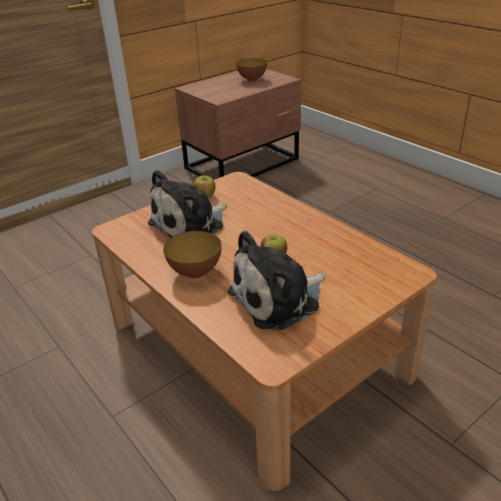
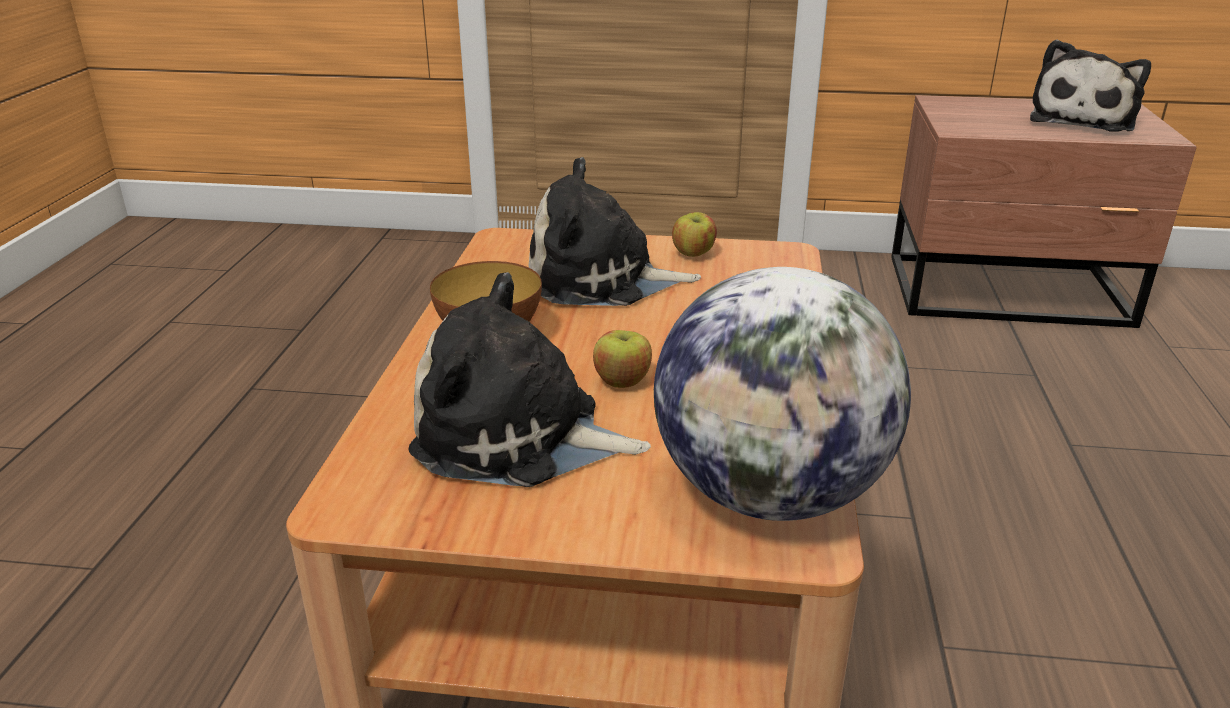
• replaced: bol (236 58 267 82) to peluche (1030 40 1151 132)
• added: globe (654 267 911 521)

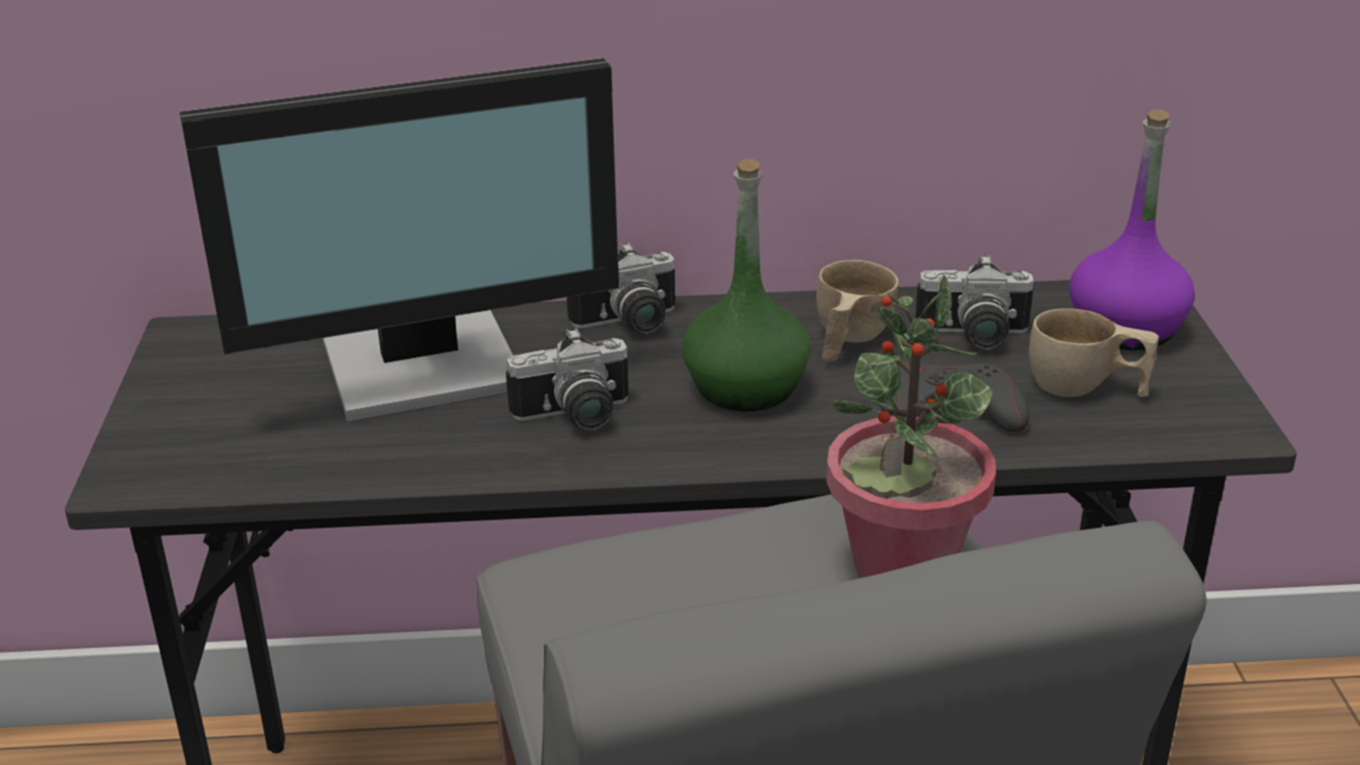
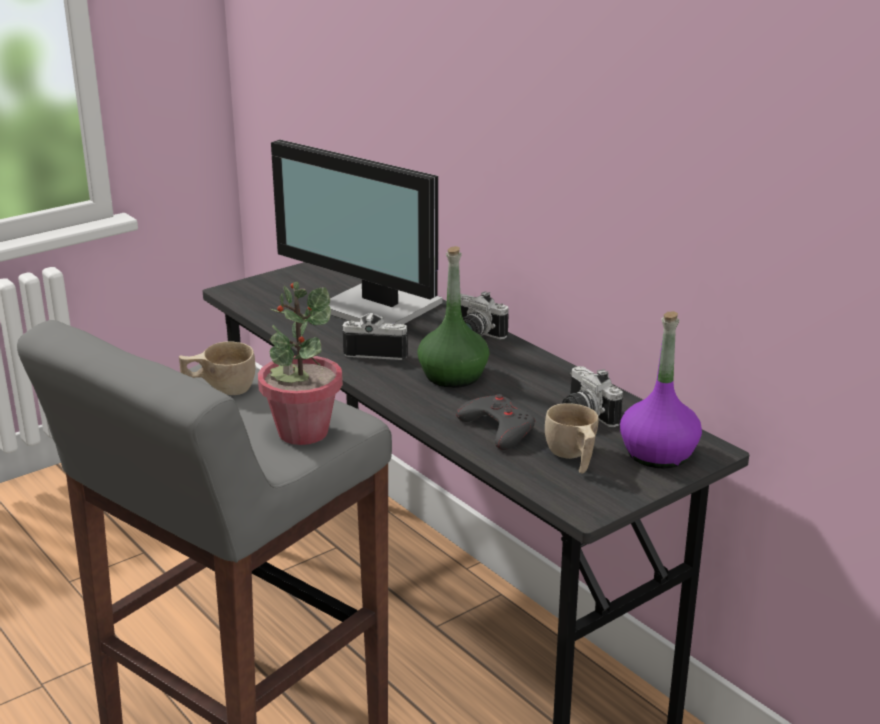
• moved: tasse [beige] (816 260 899 362) to (179 341 255 395)
• turned: appareil photo (506 328 629 430) = (342 313 408 360) 150 degrees clockwise

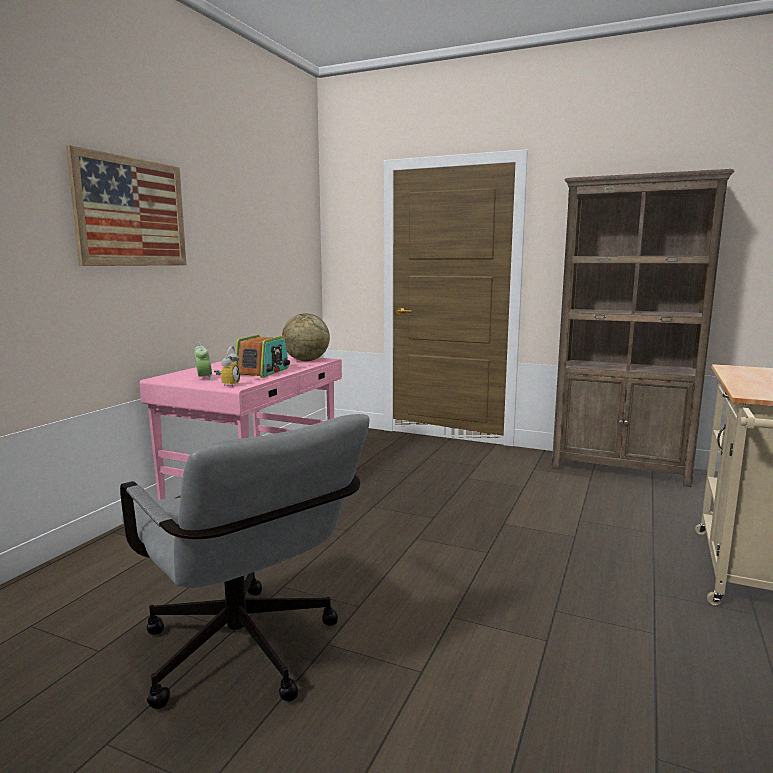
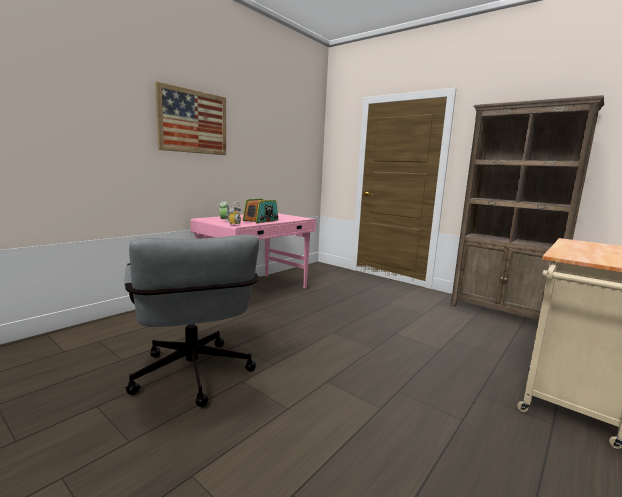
• removed: globe (282 313 330 361)

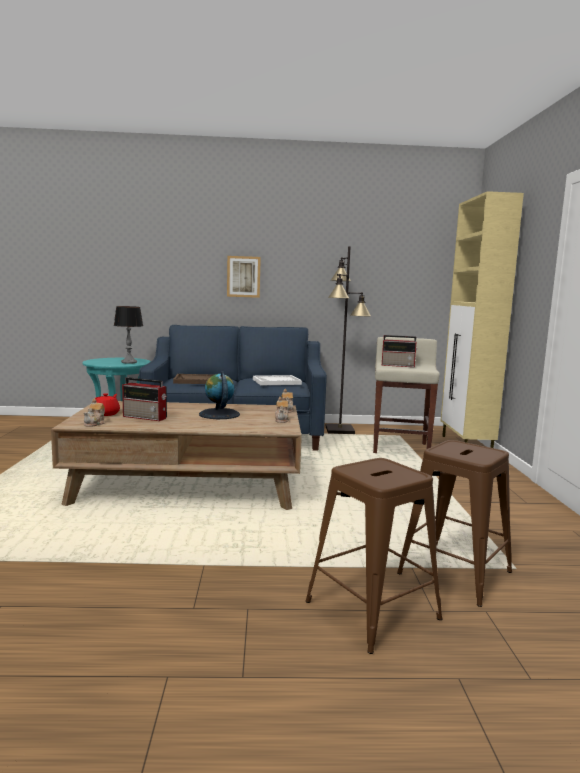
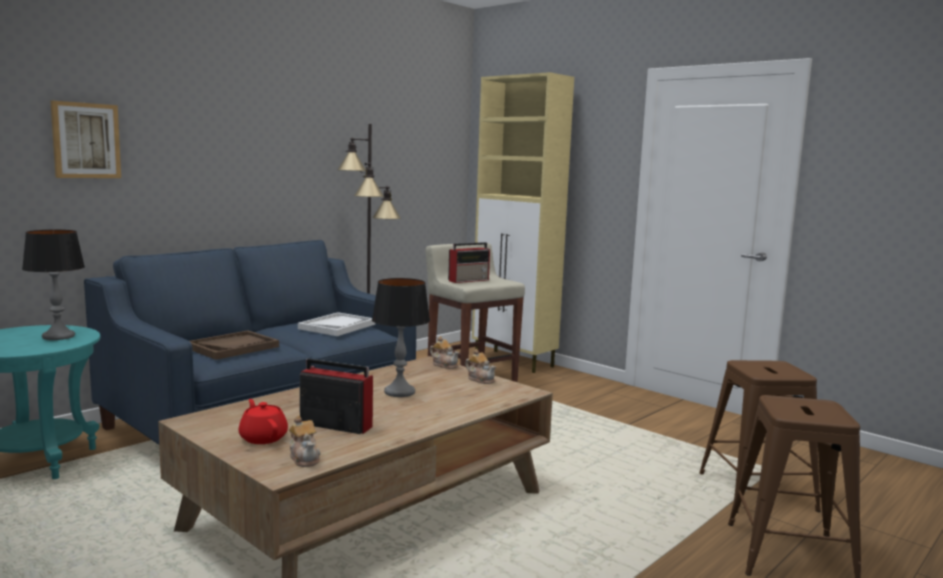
• moved: tableau (227 256 261 298) to (50 100 121 178)
• replaced: globe (199 371 240 419) to lampe de table (372 278 430 397)
• turned: radio (122 377 167 421) = (300 359 373 434) 135 degrees counterclockwise

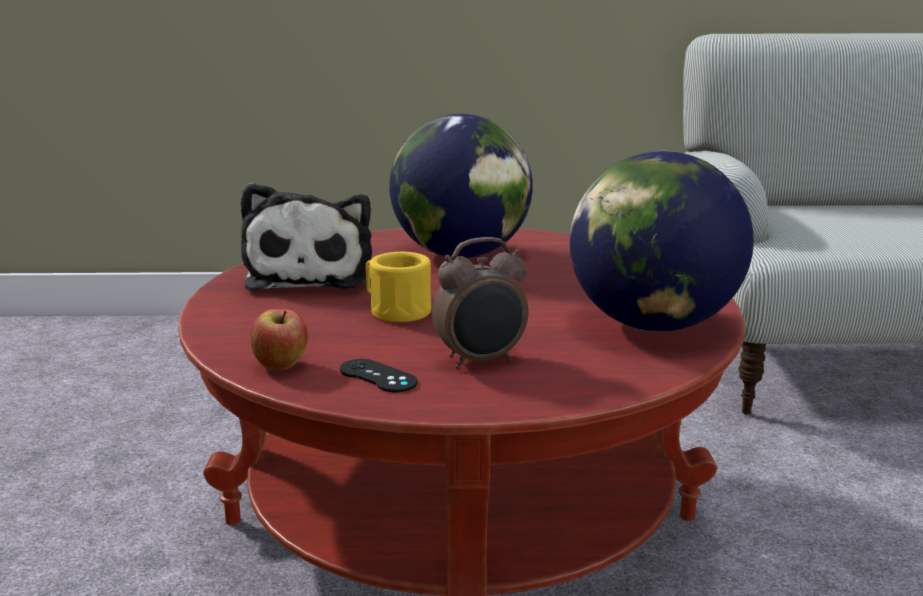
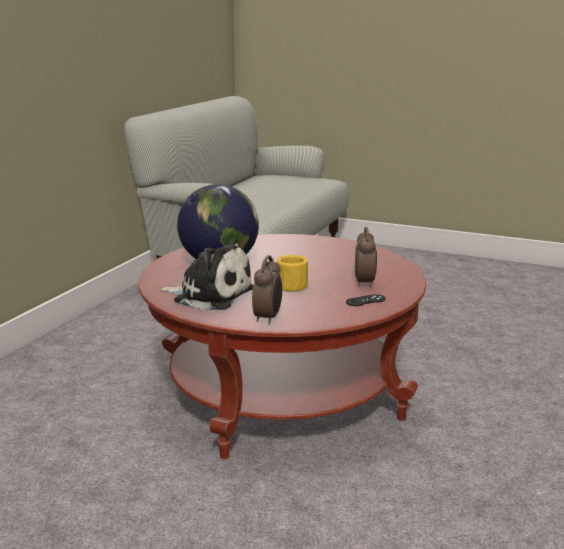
• removed: globe (570 151 754 332)
• removed: pomme (250 309 308 370)
• added: réveil (252 255 282 325)

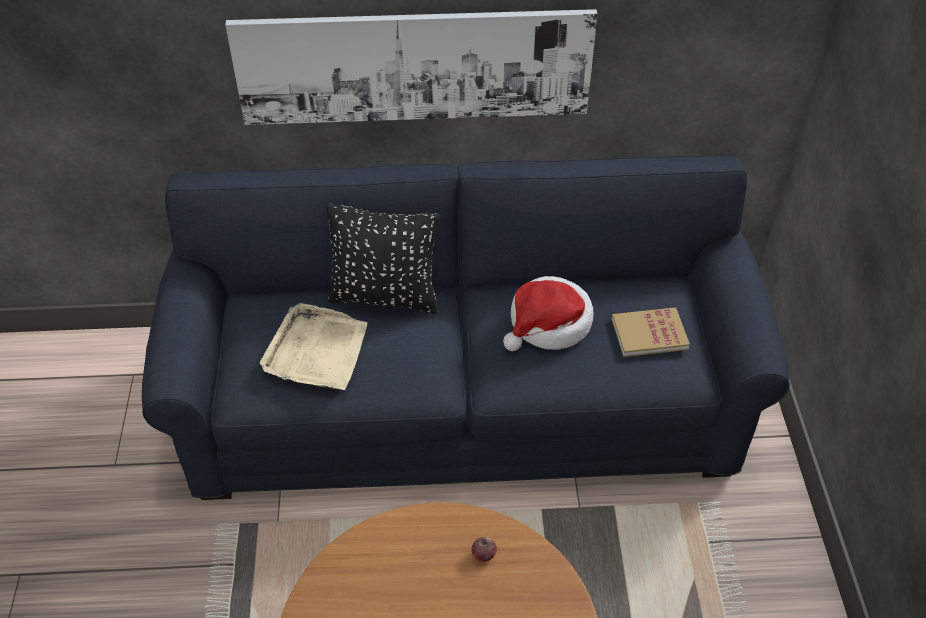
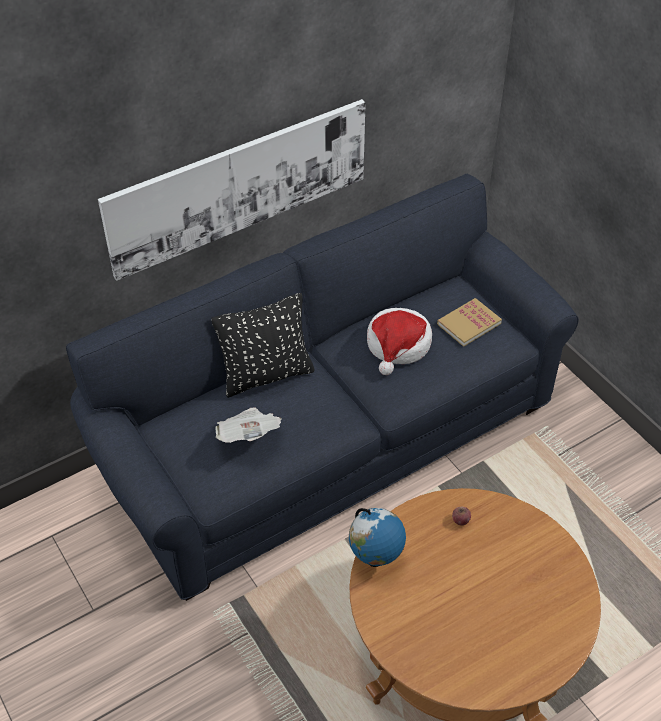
• replaced: plateau [beige] (260 303 368 390) to journal (215 407 282 443)
• added: globe (349 508 406 567)

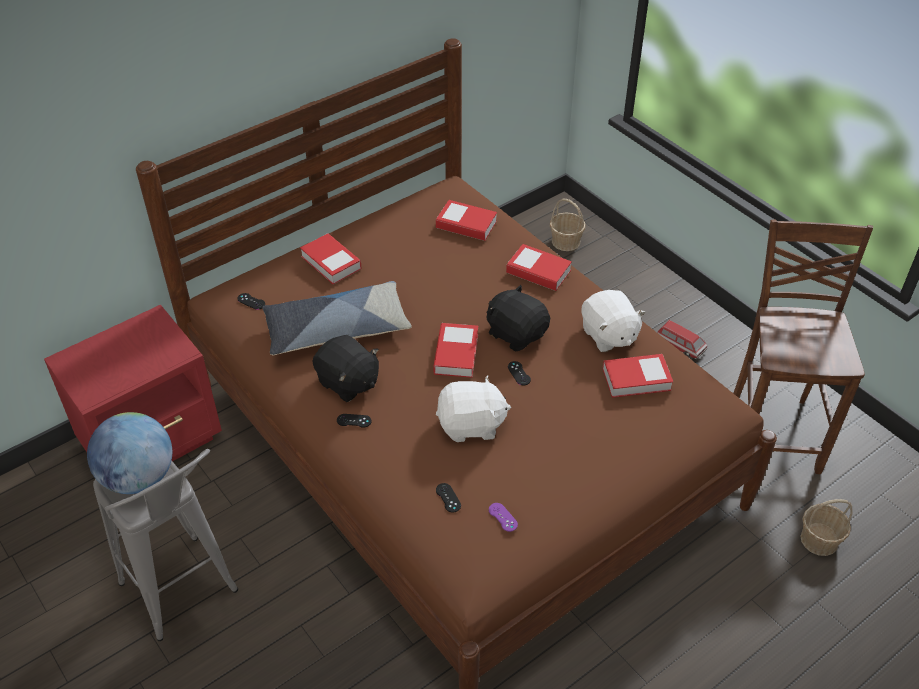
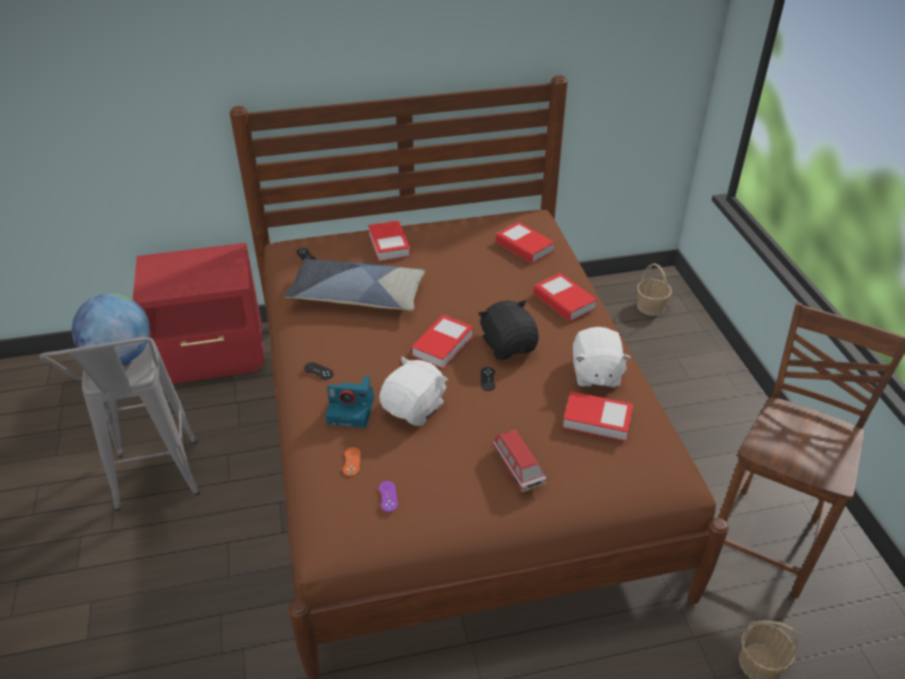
• moved: petite voiture (657 320 707 359) to (493 429 547 492)
• removed: peluche [noir] (312 335 379 402)
• turned: peluche [blanc] (436 375 511 442) = (379 357 448 426) 75 degrees counterclockwise
• recoloured: manette [noir] (436 483 461 513) to manette [orange] (343 447 361 476)
• added: appareil photo (326 376 374 428)

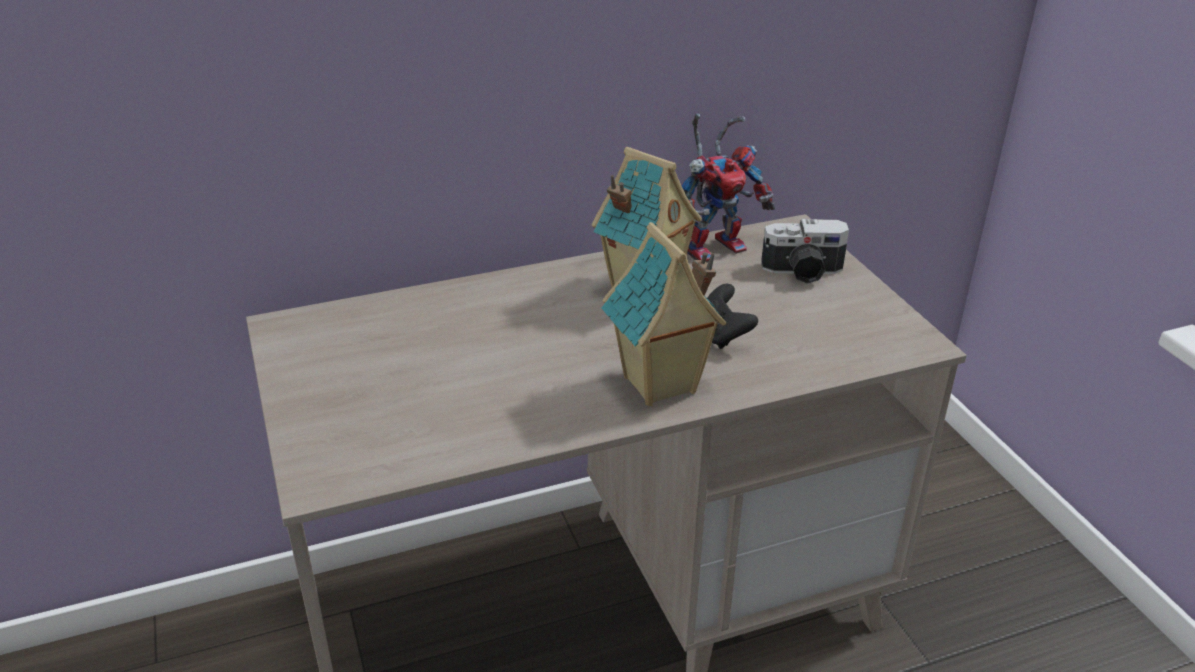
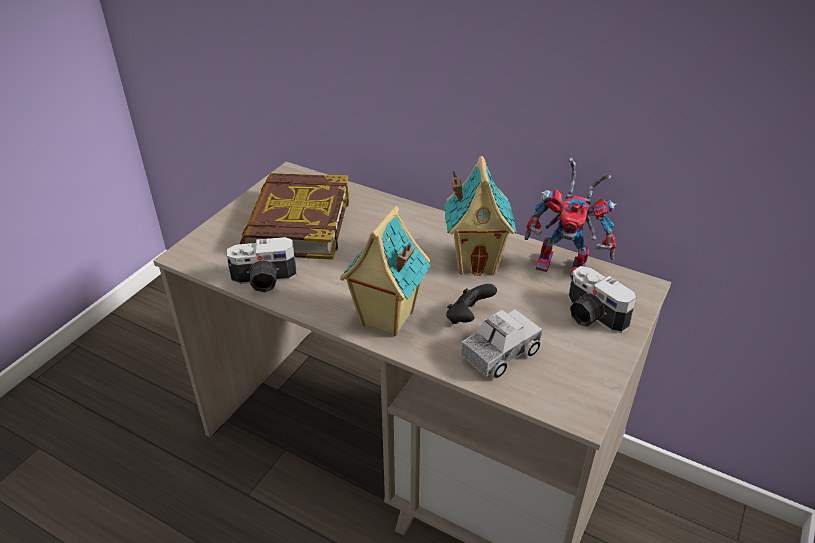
• added: livre (240 173 349 260)
• added: appareil photo (227 237 297 292)
• added: camion jouet (460 309 542 379)

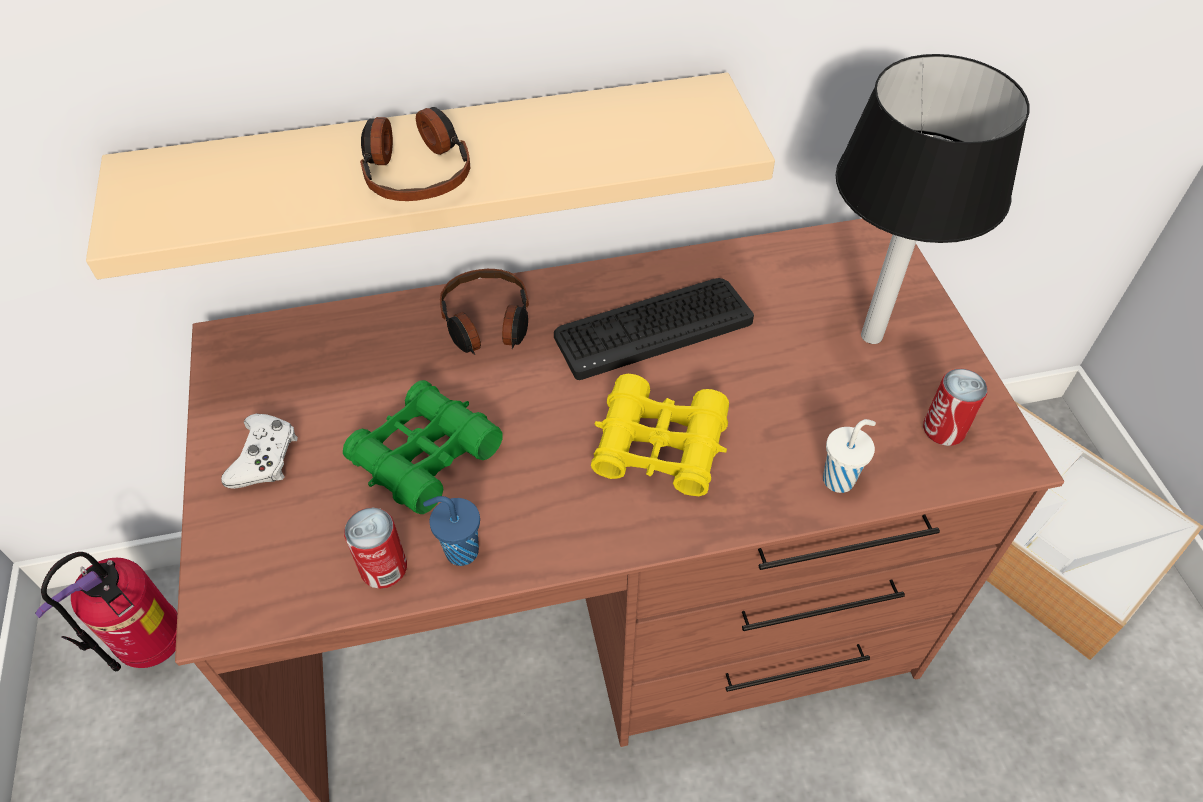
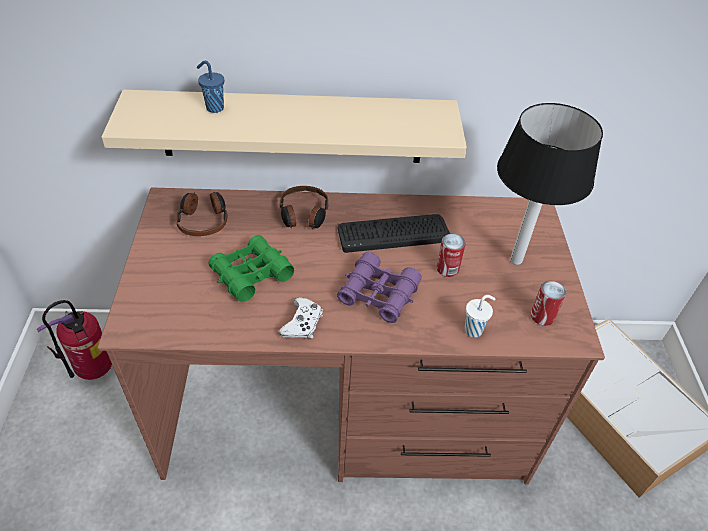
• moved: casque audio (360 107 470 201) to (176 192 227 236)
• recoloured: jumelles [jaune] (591 374 729 496) to jumelles [violet] (337 252 422 323)
• moved: manette [blanc] (221 414 298 489) to (279 297 323 338)
• moved: tasse [bleu] (423 496 480 566) to (197 61 224 113)
• moved: boîte métallique (344 508 407 589) to (437 234 465 277)

